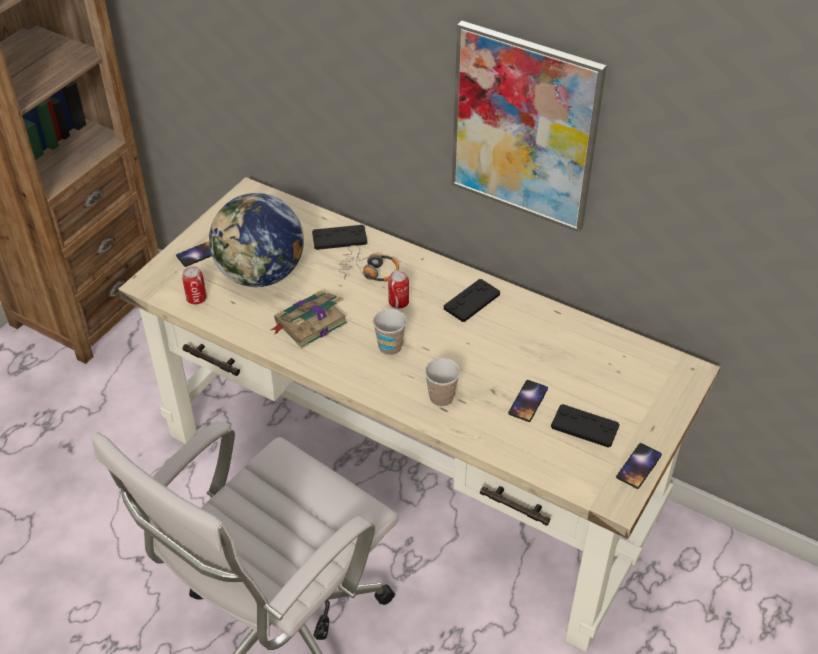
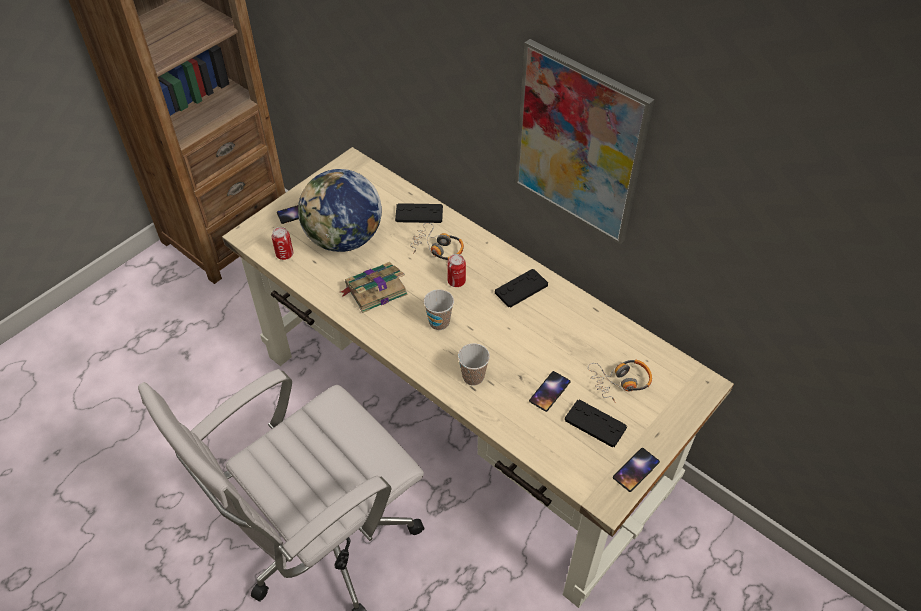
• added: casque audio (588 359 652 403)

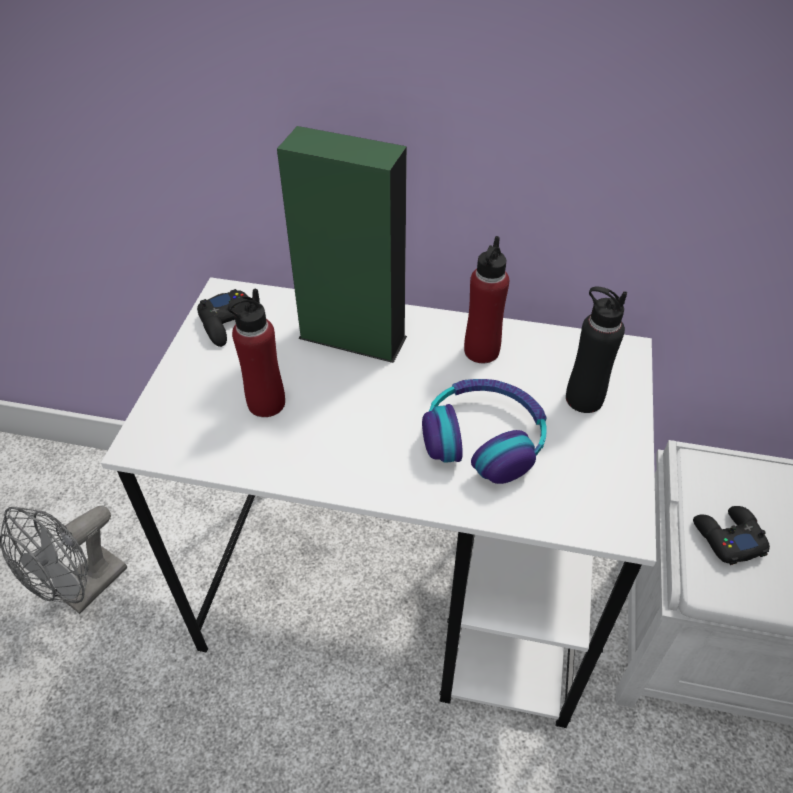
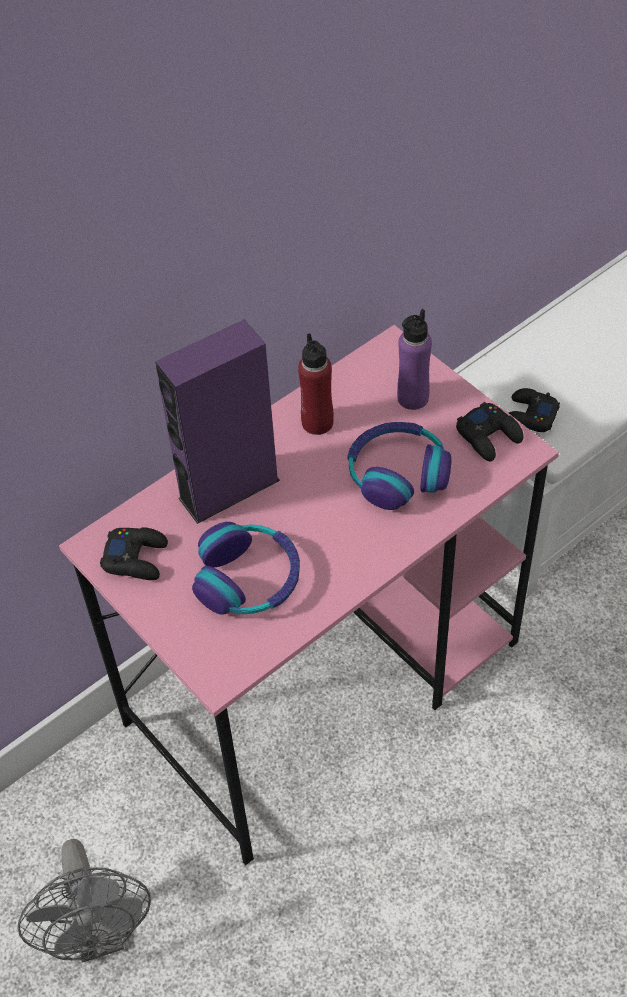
• recoloured: enceinte [vert] (277 126 407 363) to enceinte [violet] (155 320 280 524)
• recoloured: bureau [blanc] (101 277 656 728) to bureau [rose] (59 325 559 866)
• recoloured: bouteille [noir] (566 286 627 413) to bouteille [violet] (397 309 432 410)
• replaced: bouteille [rouge] (228 288 285 417) to casque audio (192 522 300 615)
• added: manette [noir] (456 402 524 461)

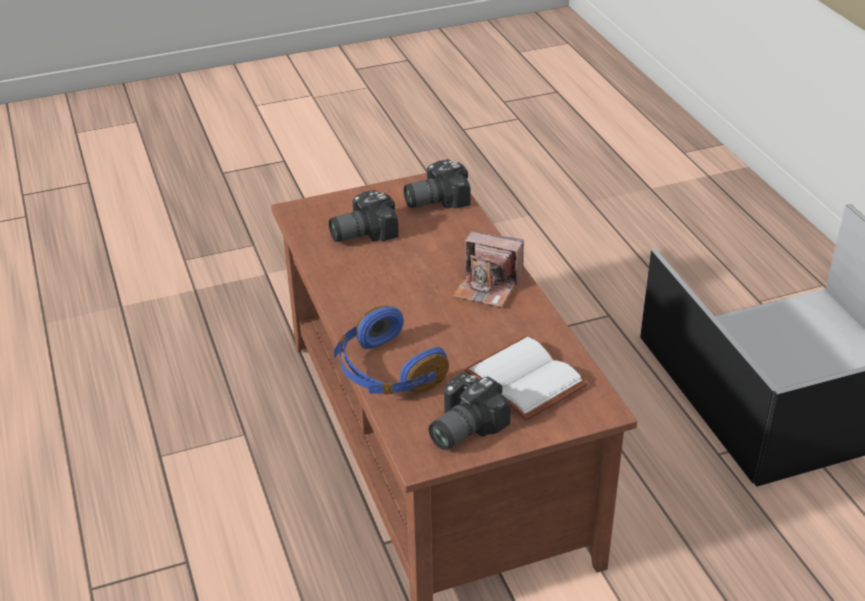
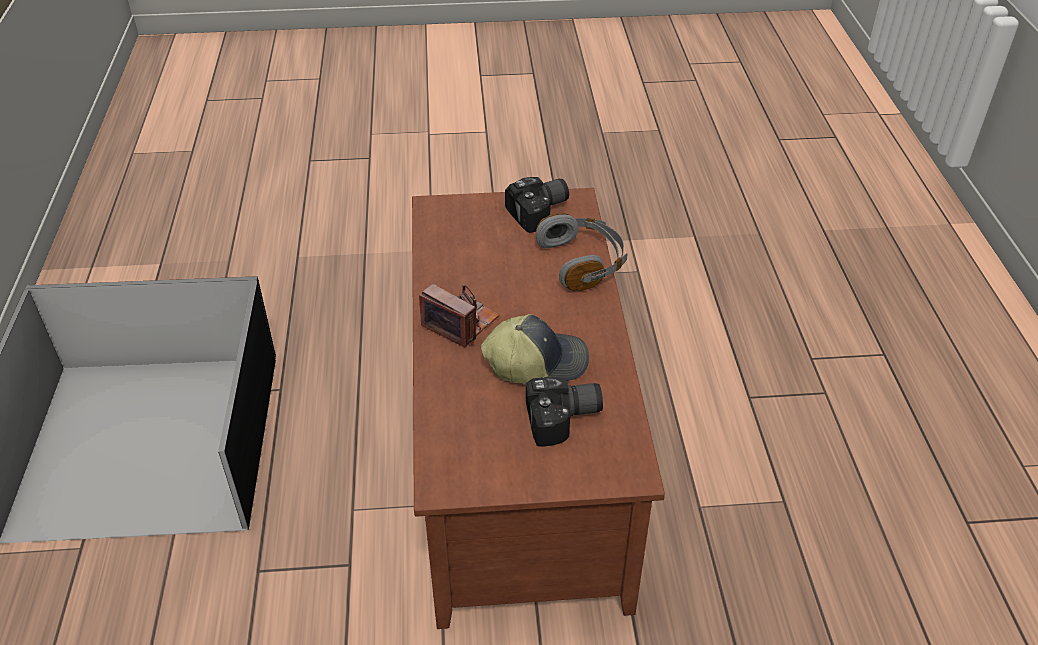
• removed: appareil photo (404 159 471 209)
• recoloured: casque audio [bleu] (334 305 449 394) to casque audio [gris] (536 213 627 291)
• removed: livre [blanc] (464 337 588 421)
• added: casquette (481 314 589 384)

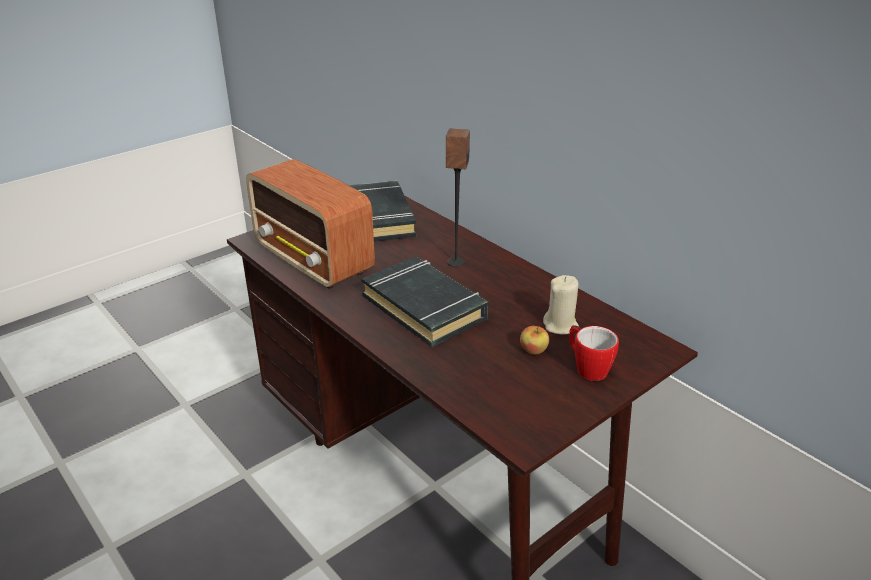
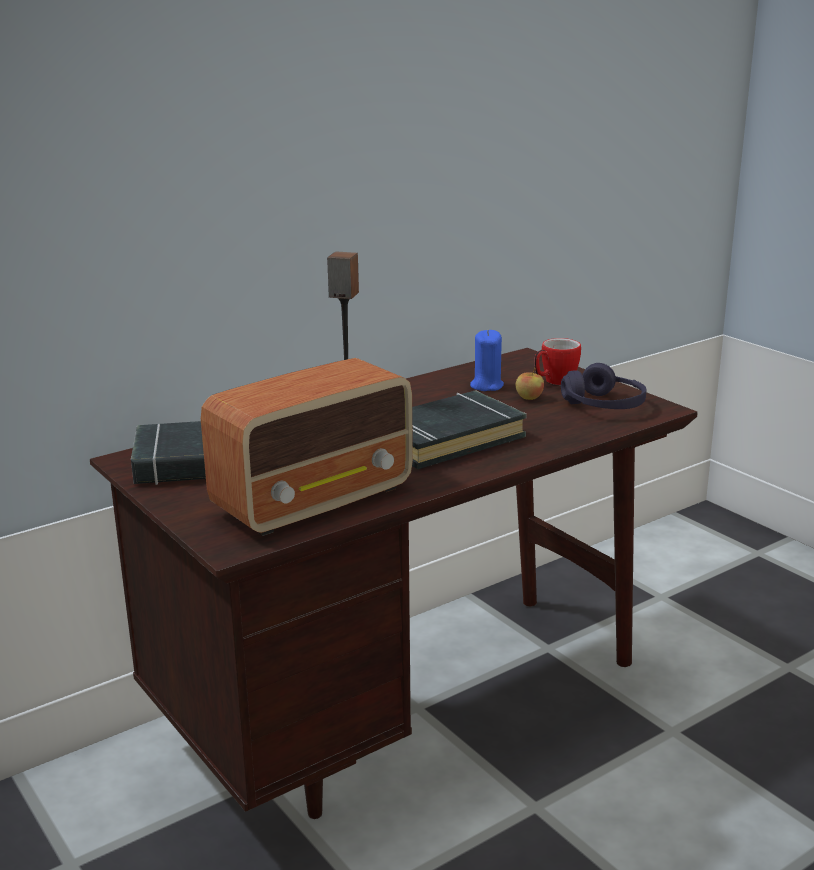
• recoloured: bougie [beige] (543 275 579 335) to bougie [bleu] (470 330 504 391)
• added: casque audio [violet] (561 363 647 409)

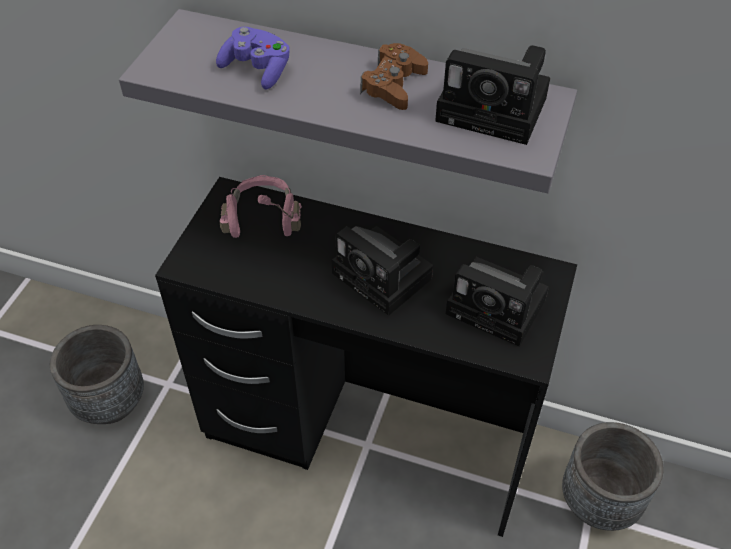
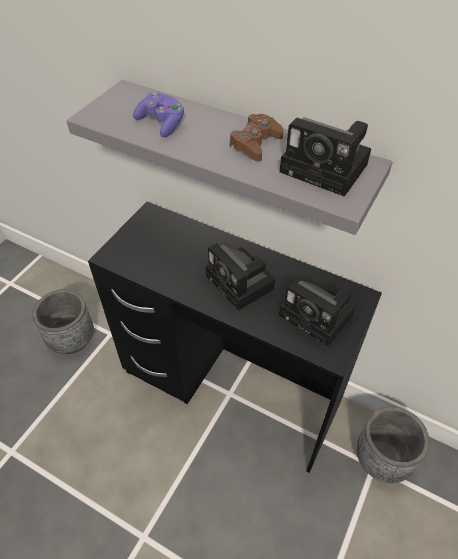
• removed: casque audio [rose] (220 175 302 238)

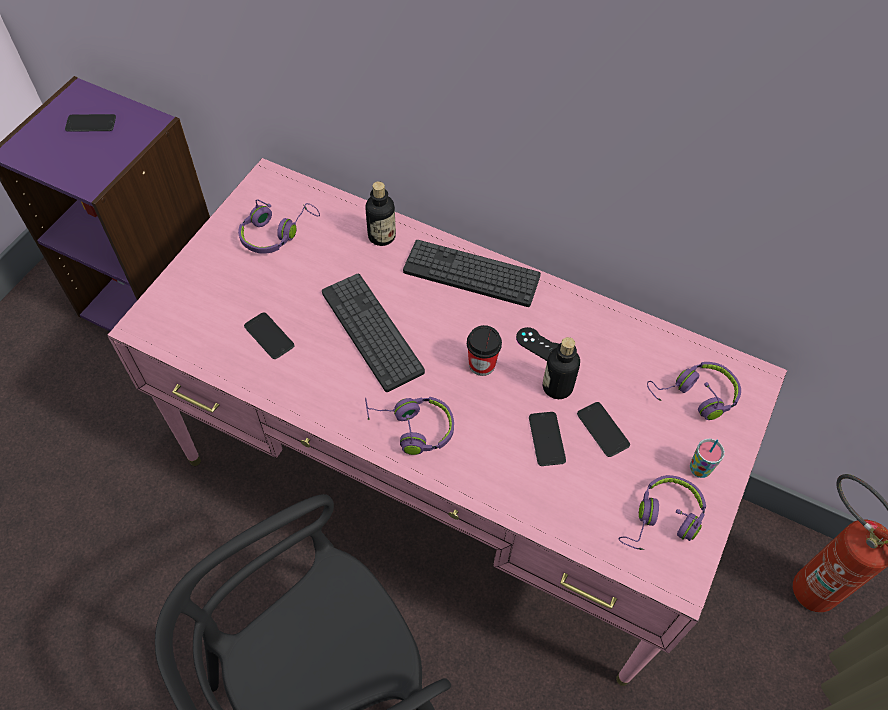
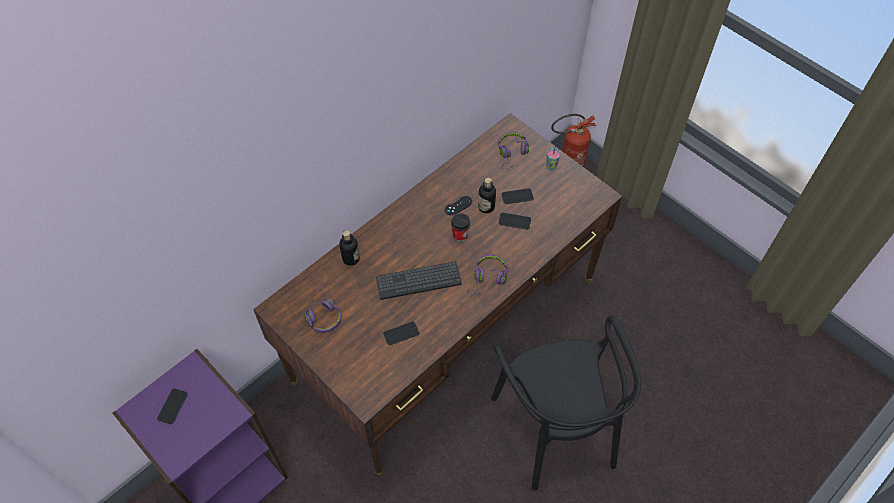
• recoloured: bureau [rose] (107 158 787 686) to bureau [marron] (253 113 623 476)
• removed: clavier (403 240 541 307)
• removed: casque audio [violet] (619 475 706 550)

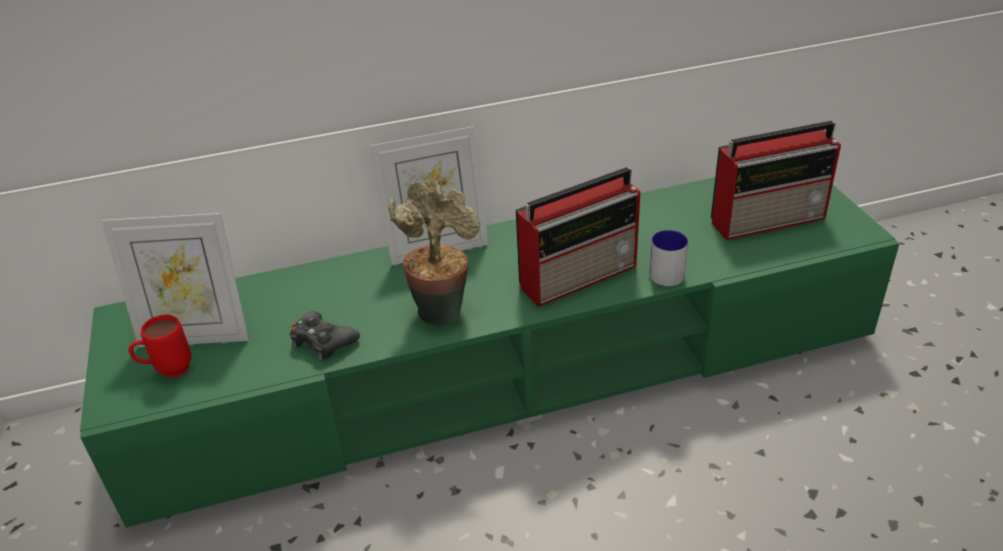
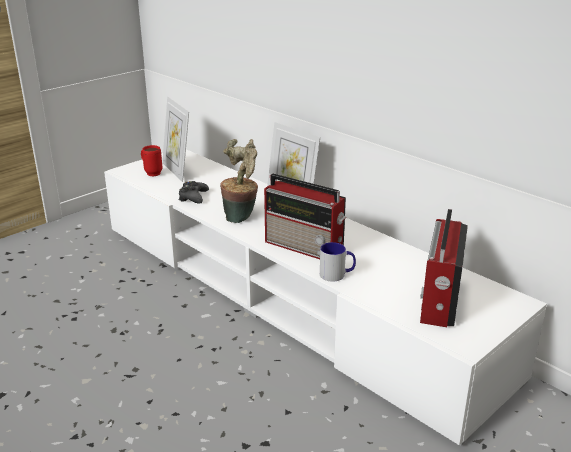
• turned: radio (711 121 841 240) = (420 209 468 327) 60 degrees clockwise
• recoloured: meuble télé [vert] (80 177 900 528) to meuble télé [blanc] (104 149 547 446)

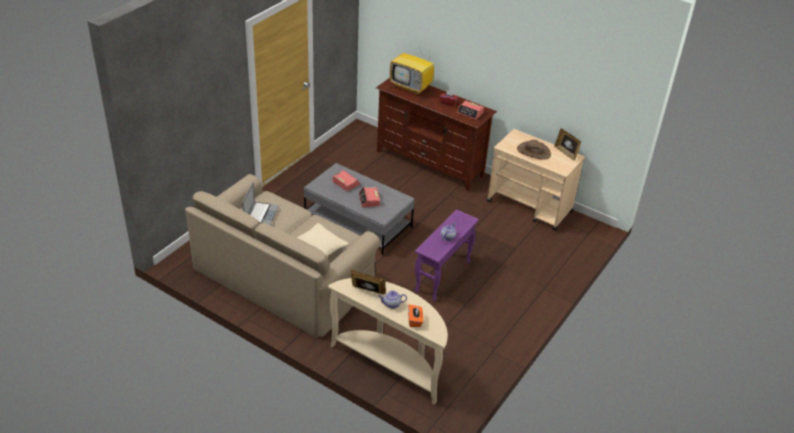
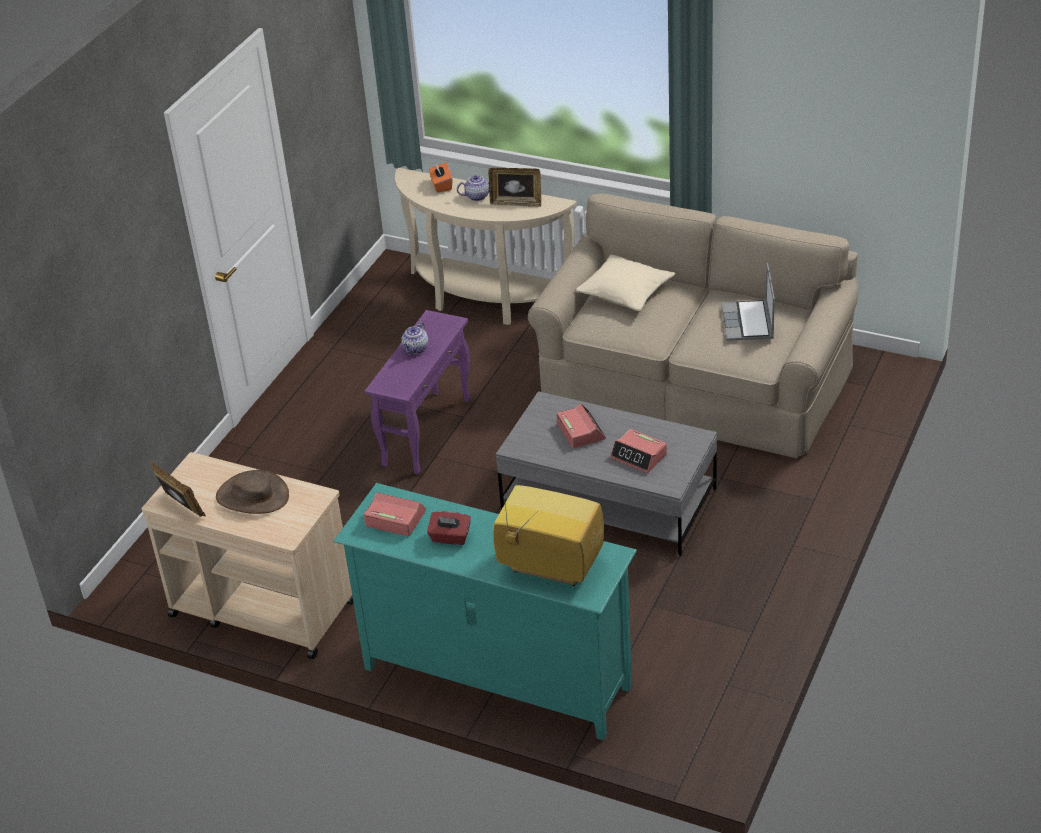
• recoloured: meuble télé [marron] (376 78 497 191) to meuble télé [turquoise] (333 483 637 740)

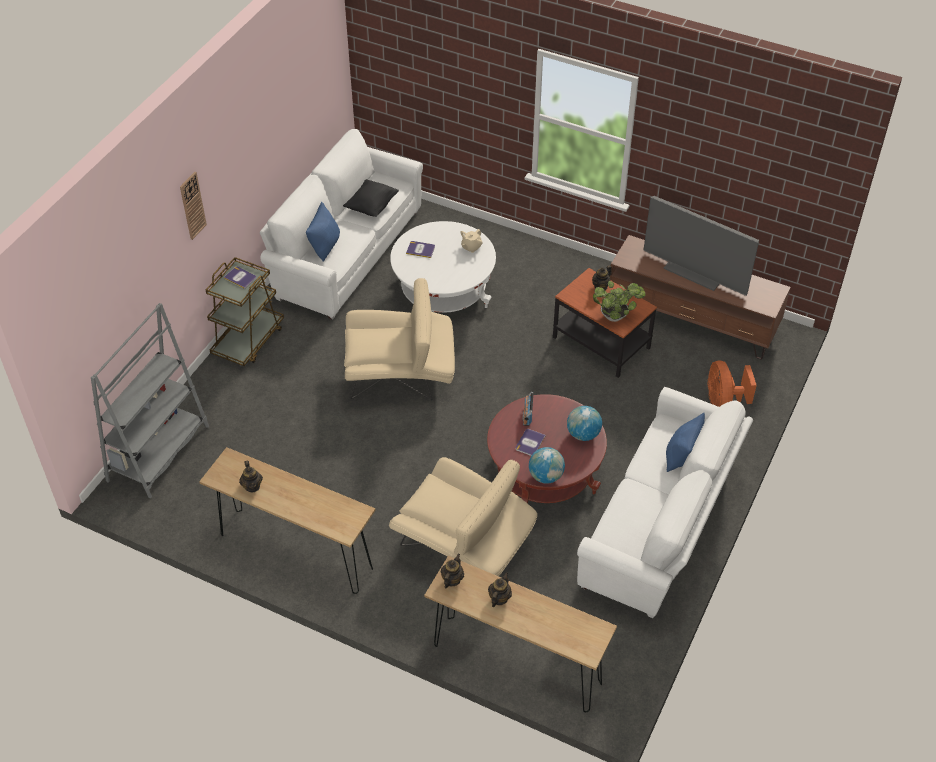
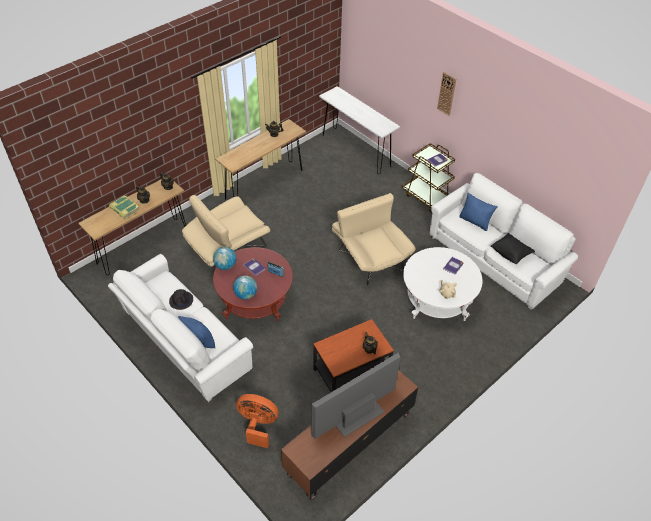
• turned: fauteuil [beige] (344 278 455 400) = (332 193 416 286) 135 degrees clockwise
• removed: plante en pot (593 281 646 322)
• replaced: bibliothèque [gris] (91 303 209 498) to table console [blanc] (319 86 400 175)
• added: livre (109 195 140 219)
• added: chapeau [noir] (169 289 193 310)

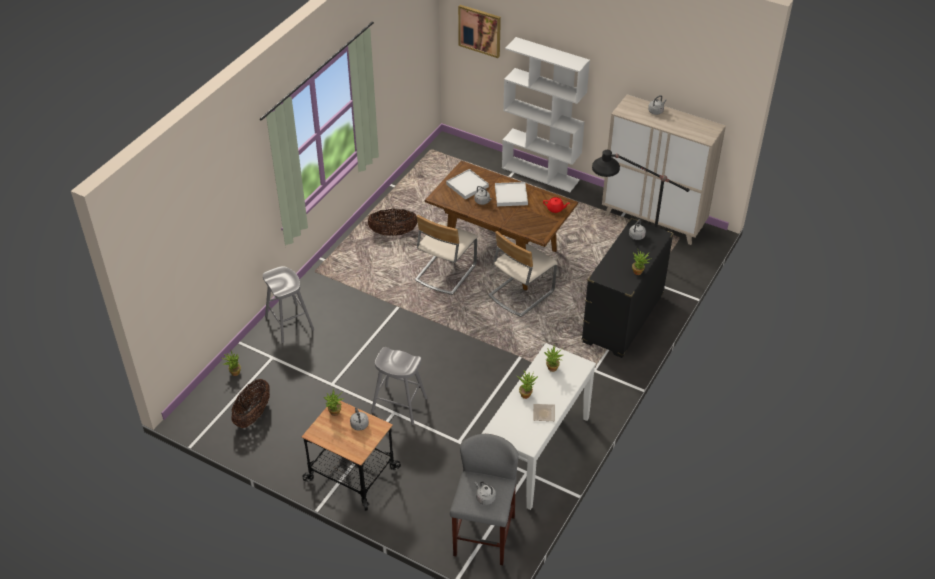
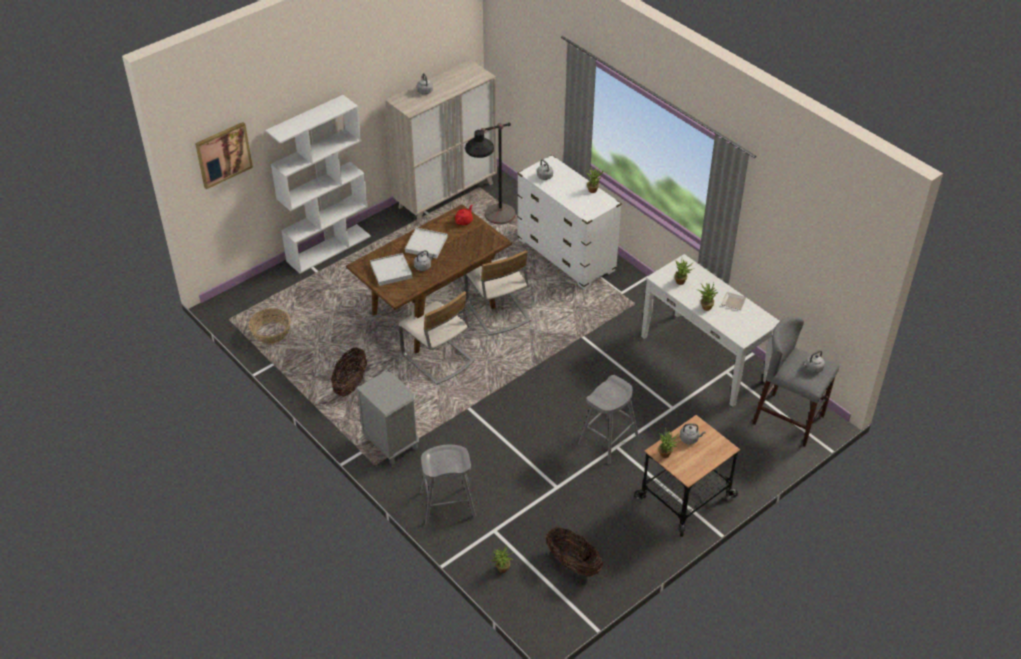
• recoloured: commode [noir] (582 218 674 358) to commode [blanc] (517 155 622 289)
• added: panier (249 308 291 344)
• added: table de chevet [gris] (356 372 419 464)

